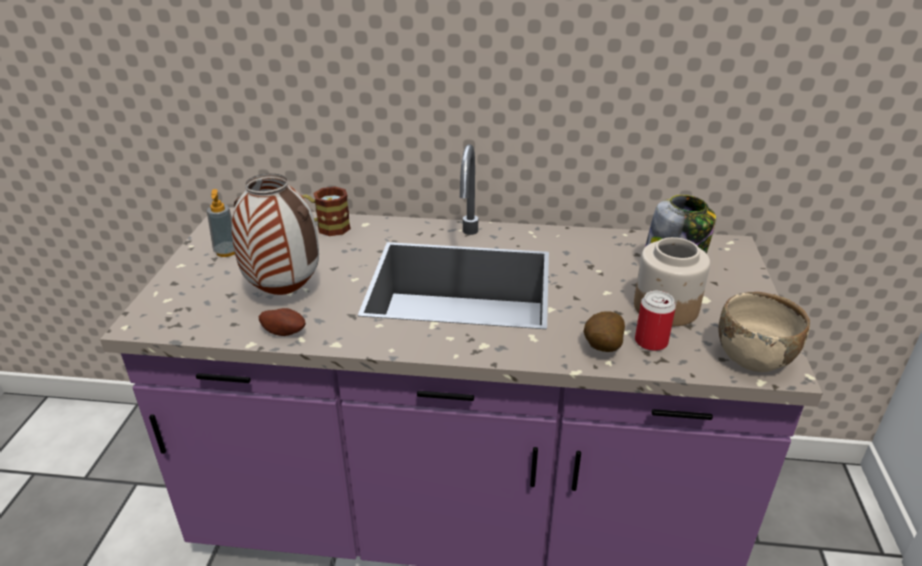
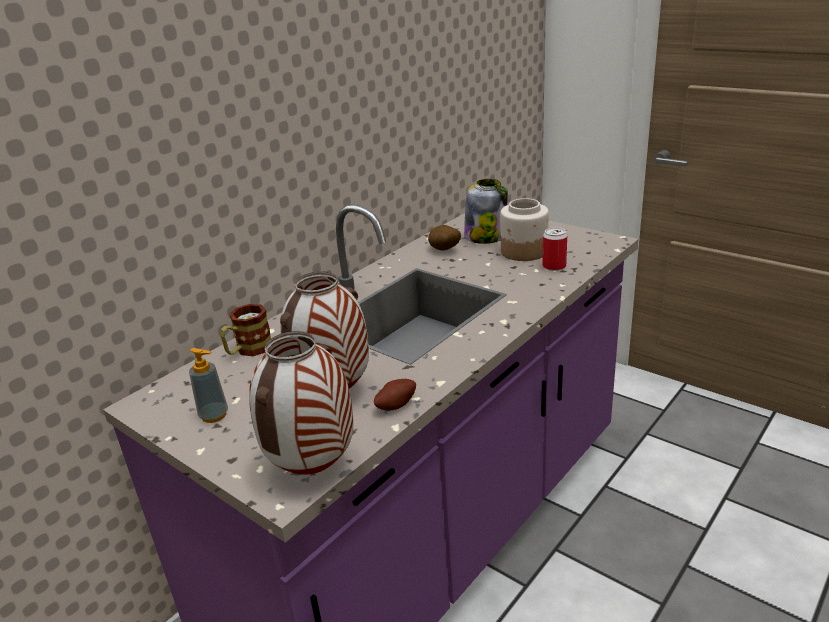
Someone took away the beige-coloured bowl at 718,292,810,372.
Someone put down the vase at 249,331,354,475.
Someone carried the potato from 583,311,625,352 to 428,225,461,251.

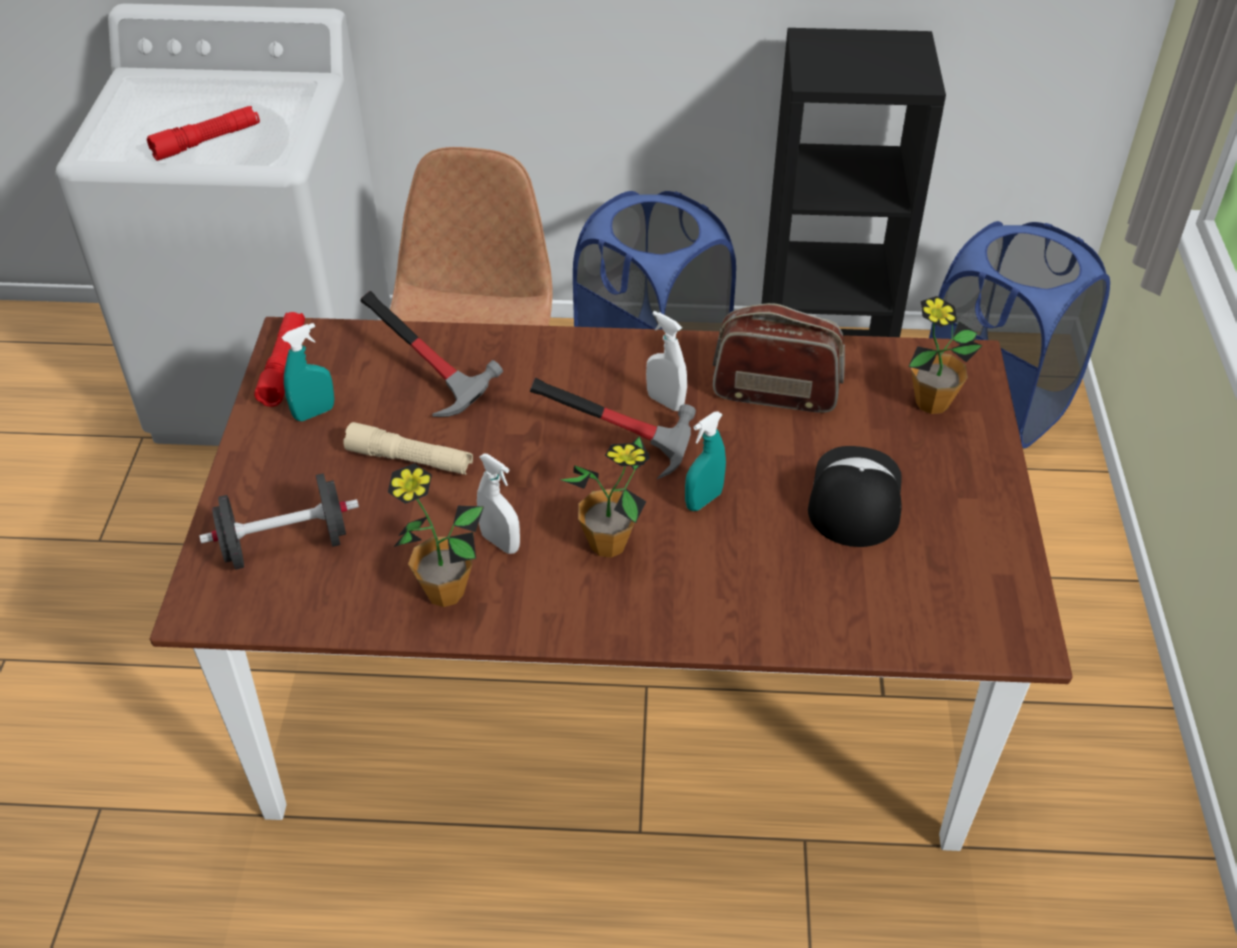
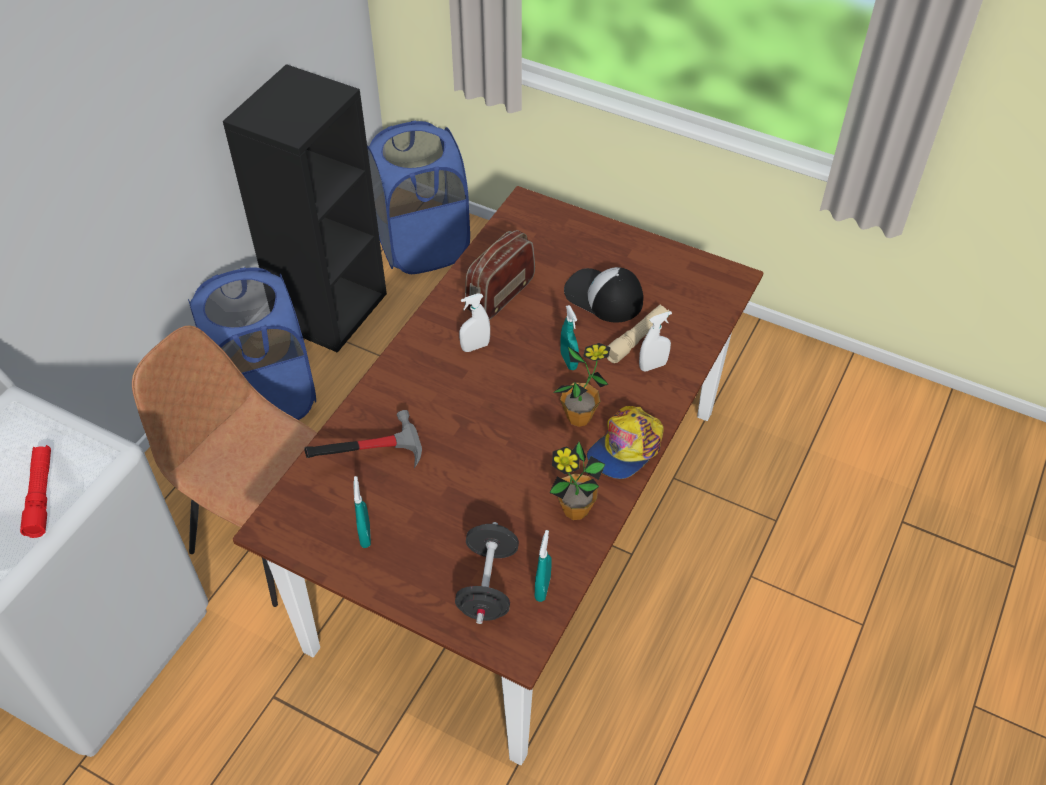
Someone took away the red-coloured torch at 254,312,305,407.
Someone took away the hand hammer at 530,378,696,479.
Someone took away the plant in a pot at 908,296,983,414.
Someone put down the blue-green sprayer at 535,530,552,602.
Someone put down the cap at 587,406,664,479.
Someone carried the beige-coloured torch from 344,422,473,475 to 607,304,670,363.
Someone carried the whitish sprayer from 477,454,520,554 to 639,311,672,372.

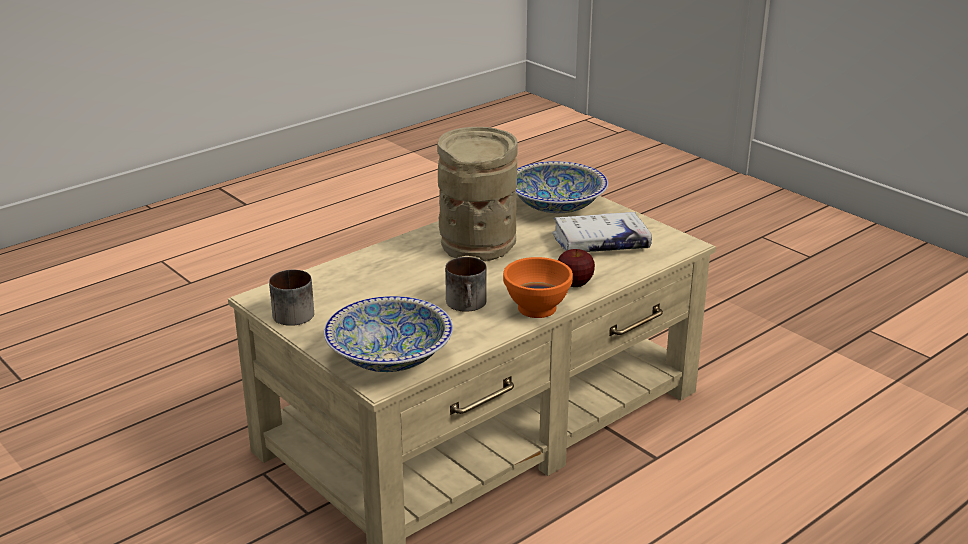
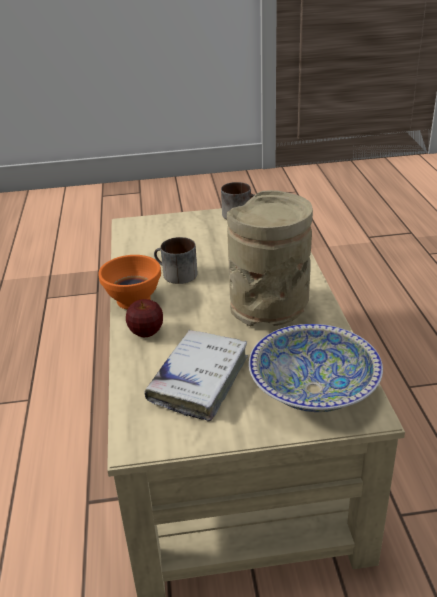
Someone took away the bowl at 324,296,453,372.

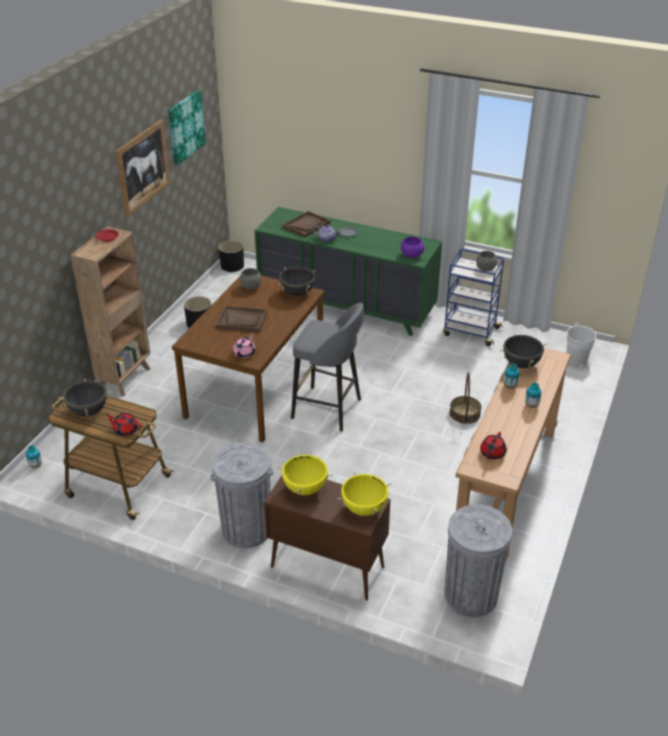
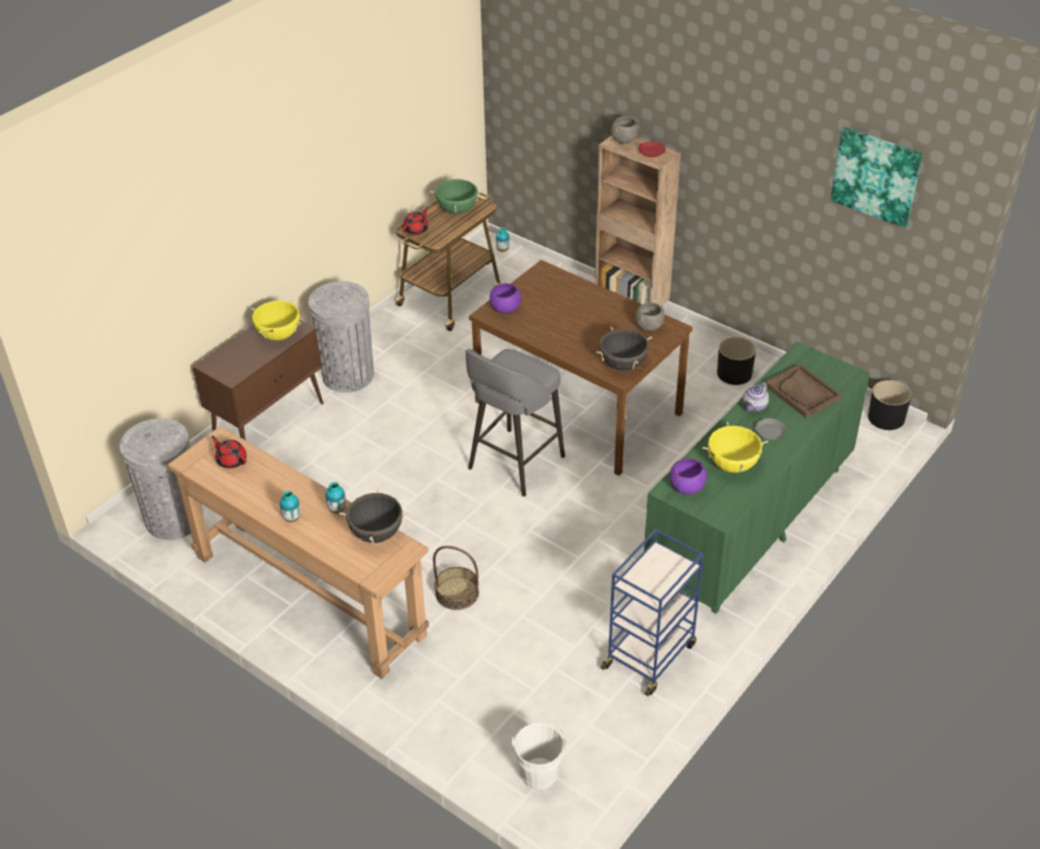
Someone took away the wall art at 115,119,171,217.
Someone took away the brown-coloured carrying tray at 216,306,267,332.
Someone carried the yellowish cooking pot from 337,472,392,516 to 702,422,768,473.
Someone carried the greyish bowl from 476,251,497,271 to 611,116,640,144.
Someone swapped the pinkish tea pot at 233,332,256,358 for the purple bowl at 490,283,522,314.
Someone repainted the blackish cooking pot at 58,378,112,416, which became the greenish cooking pot at 430,177,483,214.

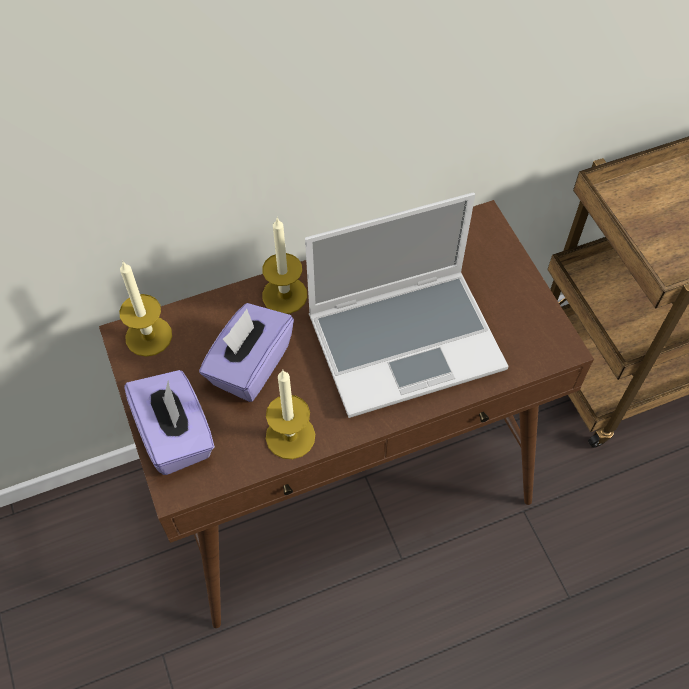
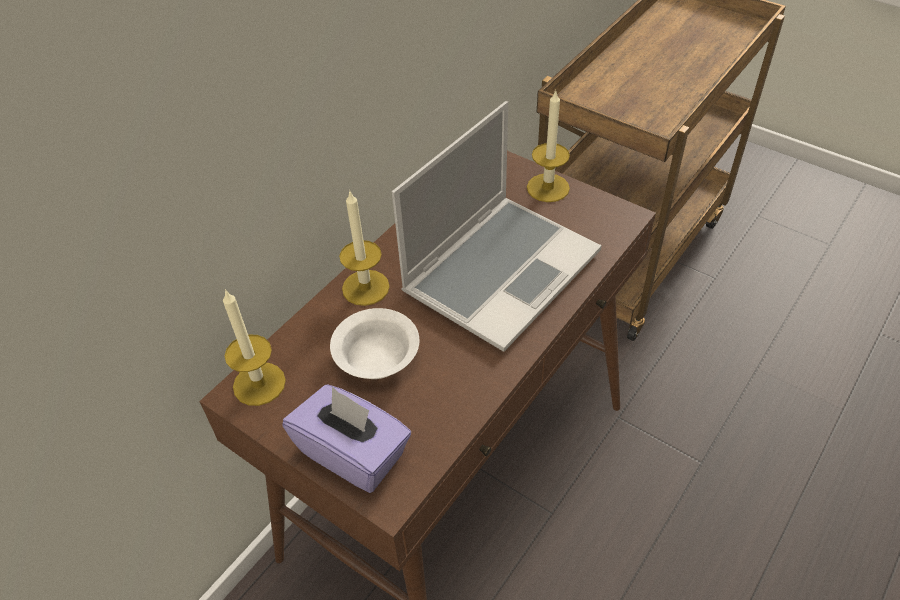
Someone carried the wax light from 266,370,315,459 to 527,90,570,202.
Someone swapped the purple box of tissues at 199,303,294,402 for the whitish bowl at 330,308,419,379.

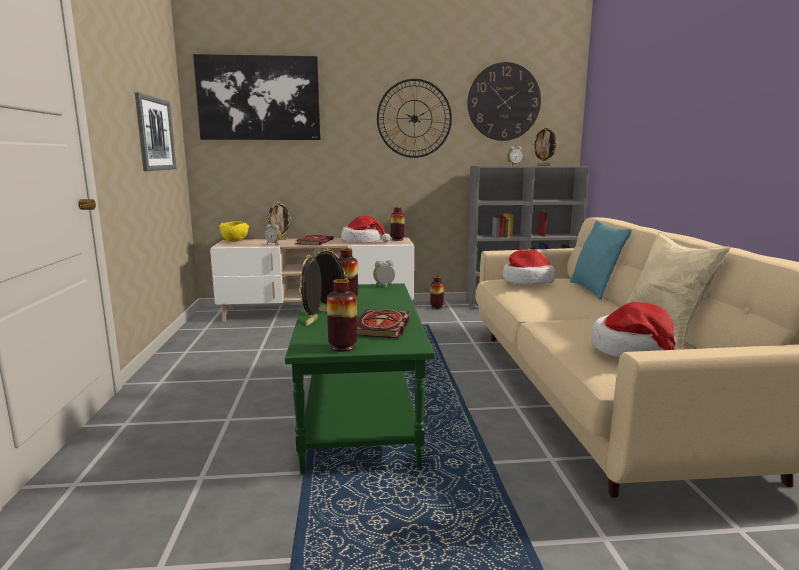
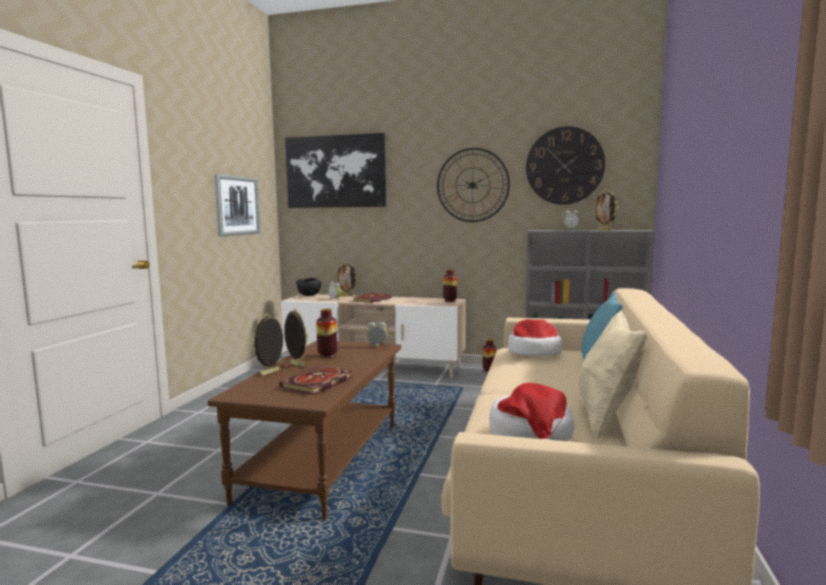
Someone took away the vase at 327,279,357,352.
Someone took away the clothing hat at 341,216,391,243.
Someone repainted the yellowish bowl at 219,221,249,242, which became the blackish bowl at 296,278,321,296.
Someone repainted the greenish coffee table at 285,283,435,474, which became the brown-coloured coffee table at 208,340,401,520.

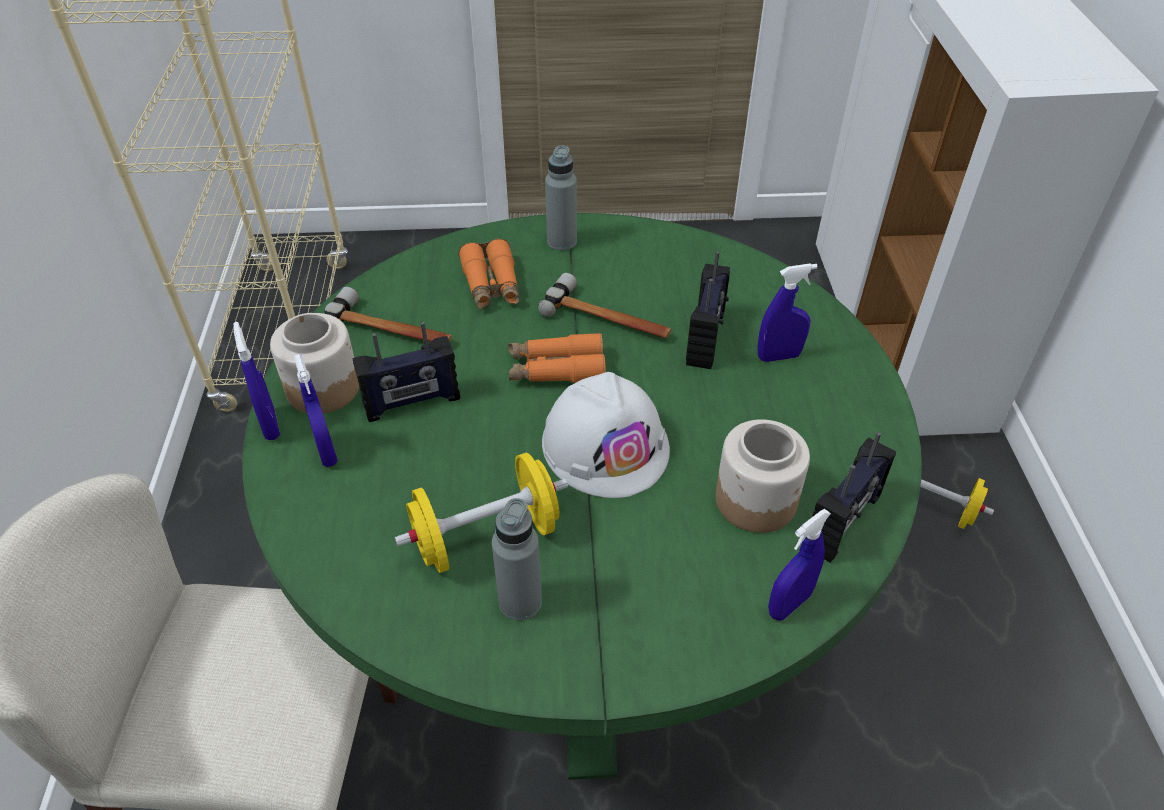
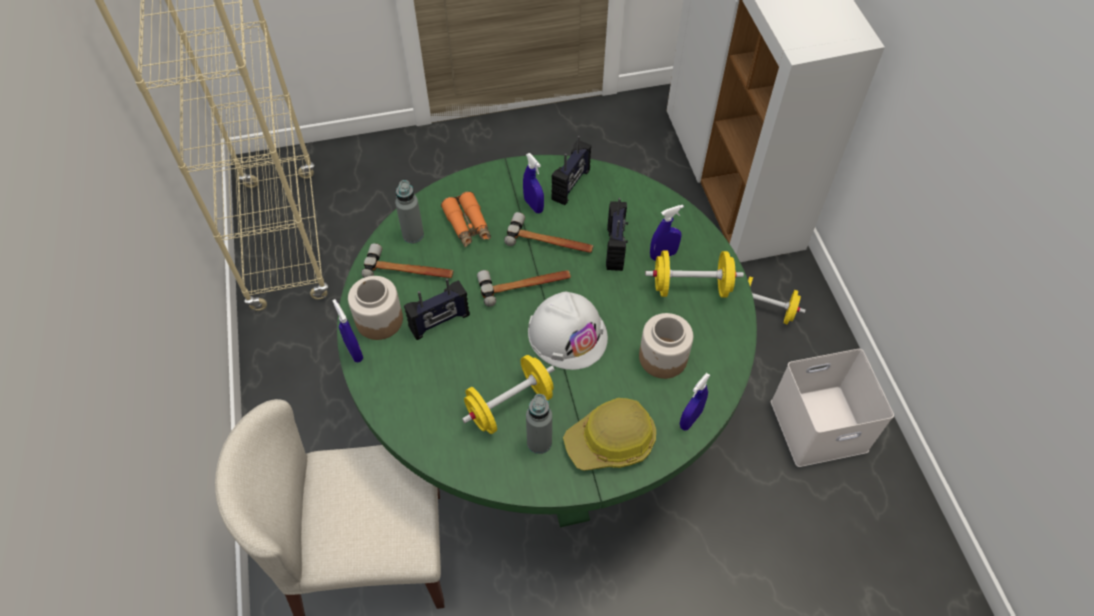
Someone put down the hard hat at 563,398,656,471.
Someone put down the yellowish dumbbell at 645,251,744,298.
Someone put down the whitish storage bin at 771,349,894,467.
Someone carried the bluish sprayer from 294,354,338,467 to 523,153,544,213.
Someone carried the greyish drink bottle from 545,145,577,250 to 395,180,424,243.
Someone carried the radio from 813,432,896,563 to 551,136,591,205.
Someone swapped the orange binoculars at 508,333,606,383 for the hand hammer at 477,270,571,307.

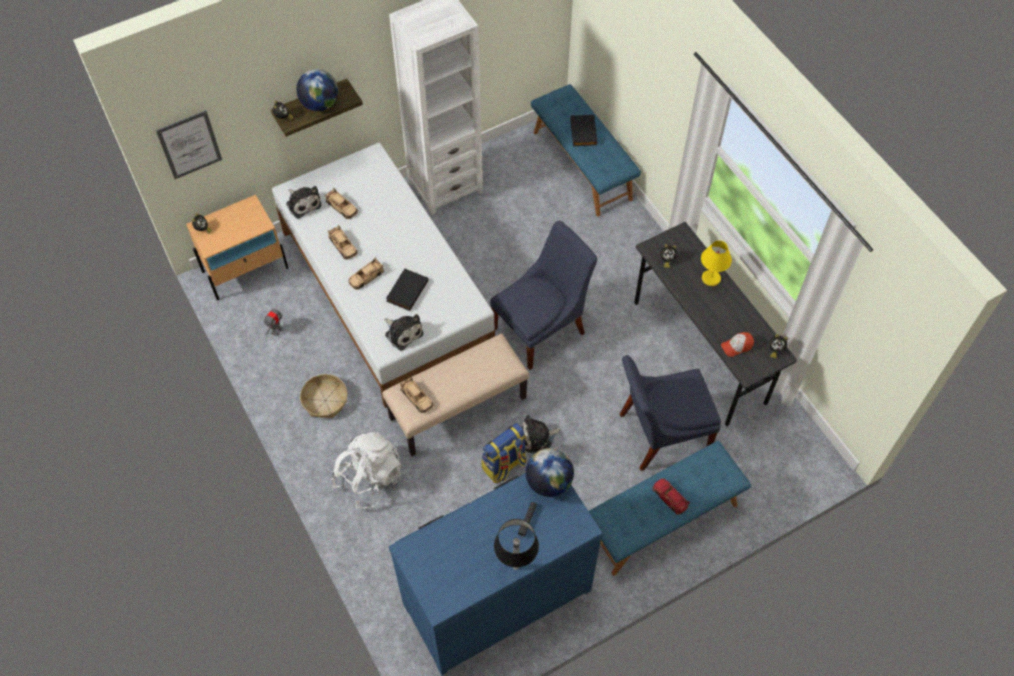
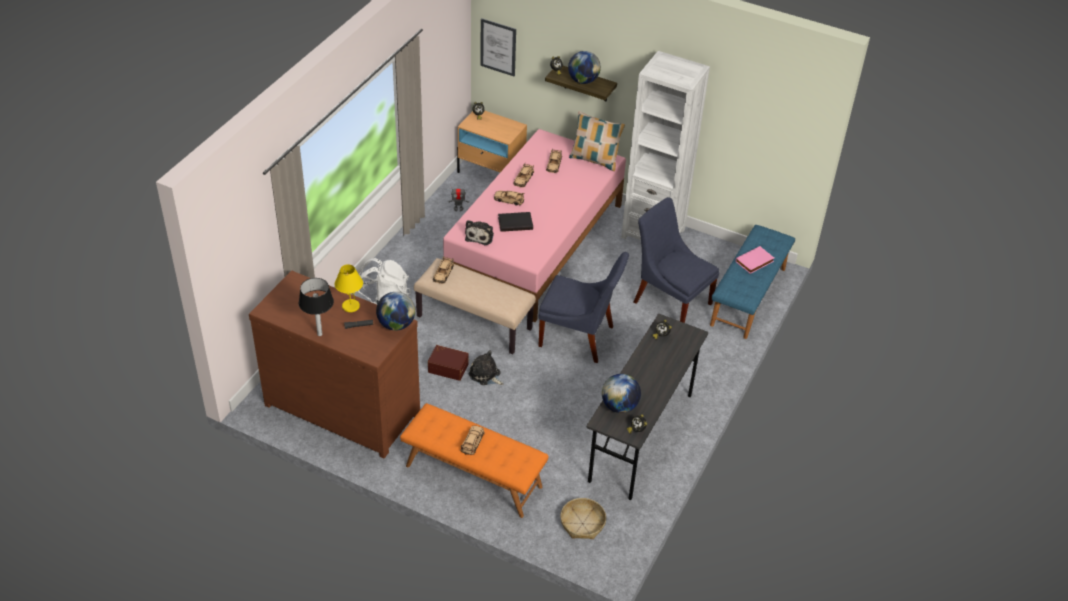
Someone took away the cuddly toy at 286,186,321,219.
Someone put down the throw pillow at 569,111,625,171.
Someone carried the basket from 300,374,347,418 to 560,498,606,539.
Someone carried the bluish chair from 620,355,721,471 to 633,197,719,323.
Someone carried the yellowish tabletop lamp from 701,241,732,286 to 335,264,363,312.
Someone swapped the knapsack at 481,423,527,483 for the brown-coloured storage bin at 428,345,468,381.
Someone swapped the cap at 721,332,754,357 for the desk globe at 602,374,641,413.
Someone repainted the whitish bed at 272,143,495,408, which became the pinkish bed at 443,129,626,322.
Someone repainted the bluish chest of drawers at 389,473,603,676, which became the brown-coloured chest of drawers at 249,270,420,459.
Someone repainted the blackish bound book at 570,115,597,146, which became the pinkish bound book at 735,246,774,274.
Someone repainted the bluish bench at 589,441,751,576, which became the orange bench at 400,403,548,518.
Someone repainted the red-coloured model car at 653,478,690,515, which became the beige-coloured model car at 460,426,485,455.

